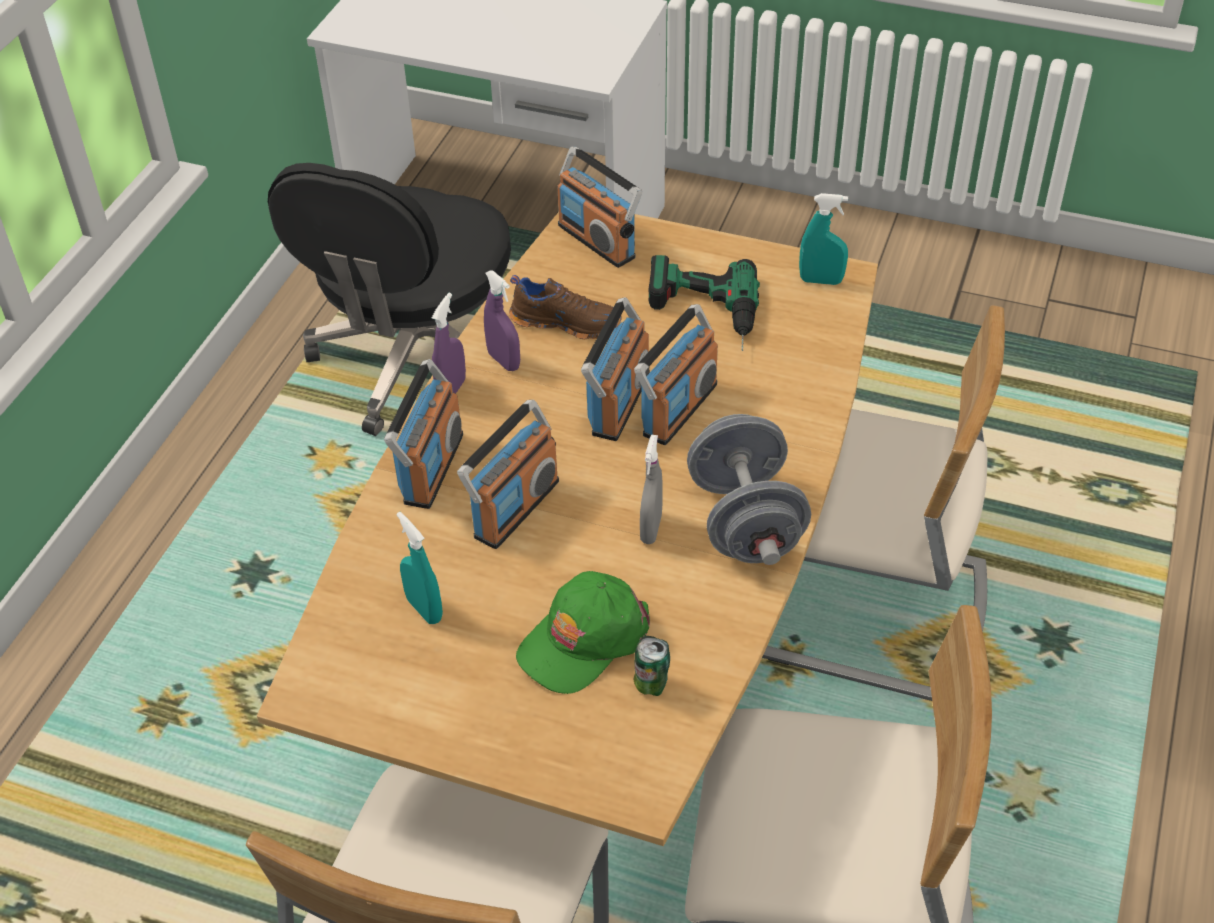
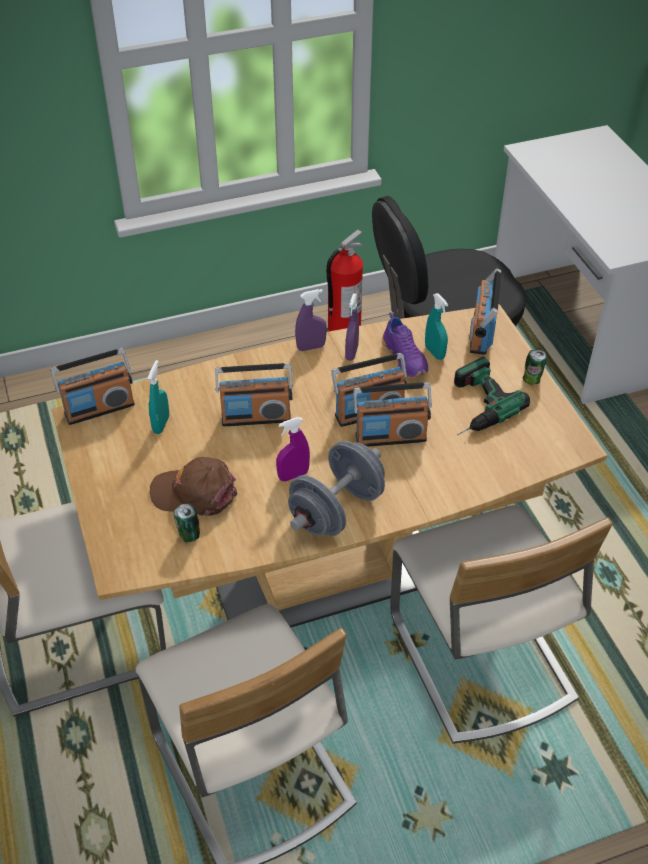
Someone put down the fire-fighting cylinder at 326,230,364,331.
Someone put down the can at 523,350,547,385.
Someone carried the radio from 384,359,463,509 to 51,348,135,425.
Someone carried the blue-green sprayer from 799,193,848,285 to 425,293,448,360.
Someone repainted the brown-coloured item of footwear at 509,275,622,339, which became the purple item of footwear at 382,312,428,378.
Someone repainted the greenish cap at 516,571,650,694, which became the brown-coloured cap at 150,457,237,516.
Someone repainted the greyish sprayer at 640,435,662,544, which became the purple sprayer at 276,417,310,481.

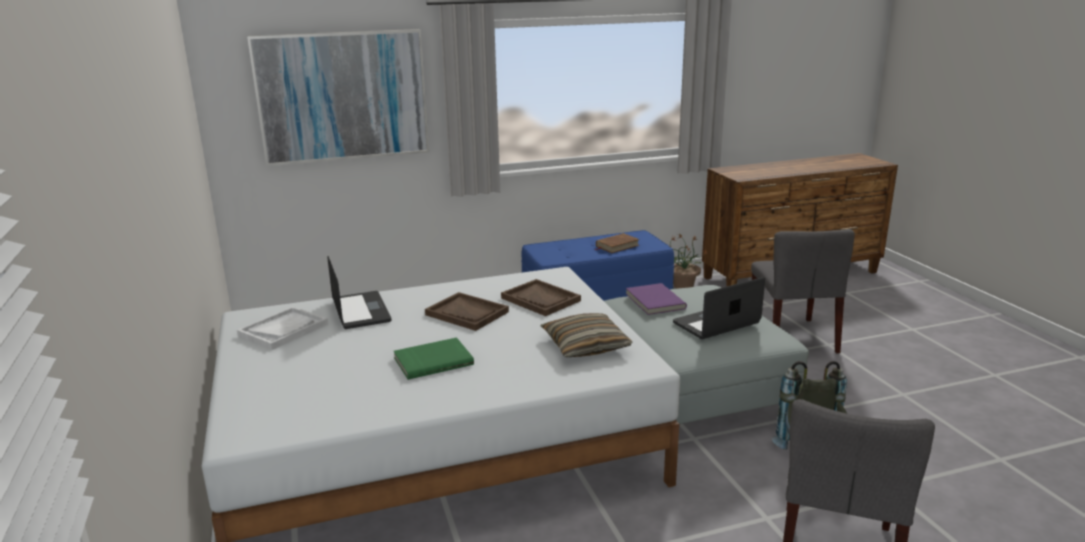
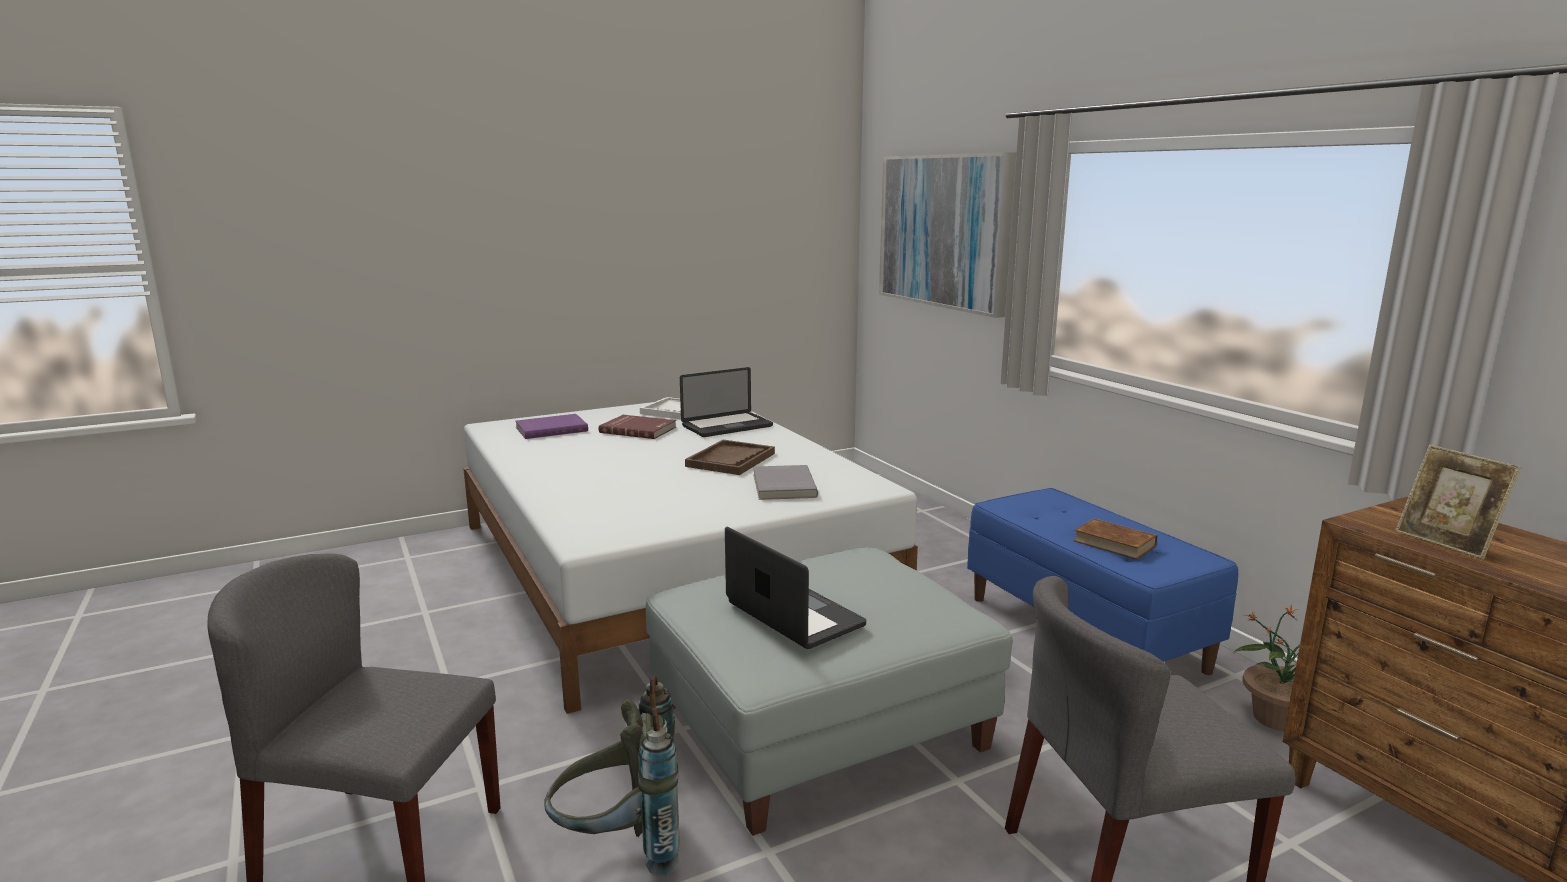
Someone took away the greenish bound book at 393,337,474,380.
Someone took away the throw pillow at 541,313,633,357.
Someone put down the red-coloured bound book at 599,415,676,439.
Someone put down the standing frame at 1395,444,1522,560.
Someone carried the purple bound book from 626,283,687,315 to 516,414,588,439.
Someone swapped the brown-coloured carrying tray at 501,279,581,316 for the greyish bound book at 753,465,818,500.

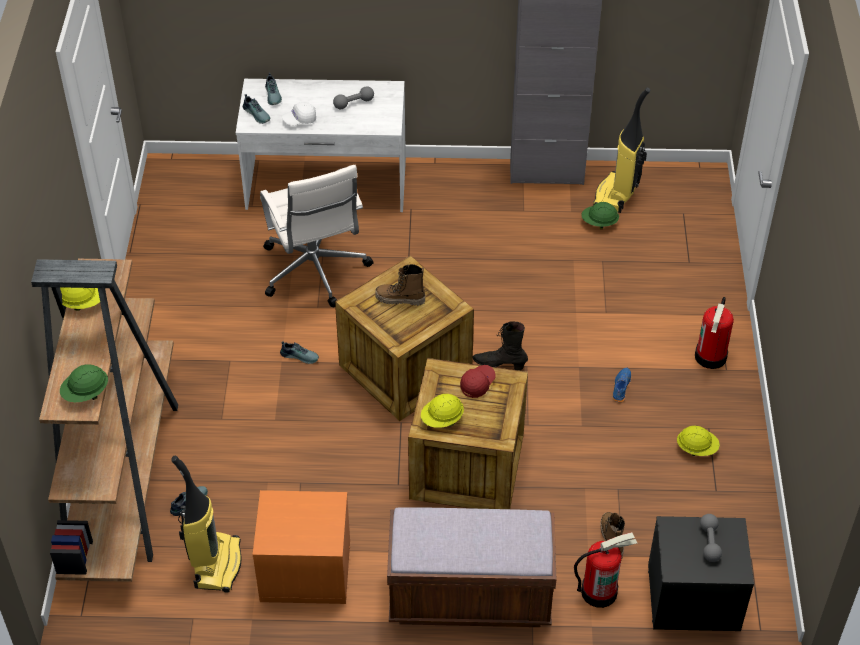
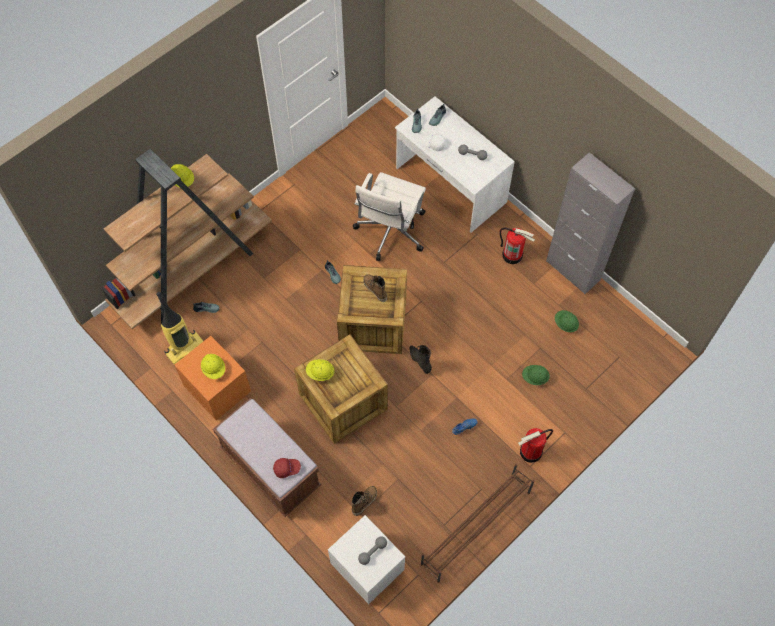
Someone took away the vacuum at 593,88,650,213.
Someone put down the brown-coloured shoe stand at 421,464,535,583.
Someone carried the greenish hard hat from 60,364,108,402 to 522,365,550,385.
Someone carried the red-coloured cap from 460,365,496,398 to 273,458,301,478.
Someone carried the fire-fighting cylinder from 574,532,637,608 to 499,228,535,264.
Someone carried the yellowish hard hat from 677,426,720,456 to 201,354,225,379.
Someone repainted the blackish night table at 648,516,754,631, which became the whitish night table at 328,515,405,604.

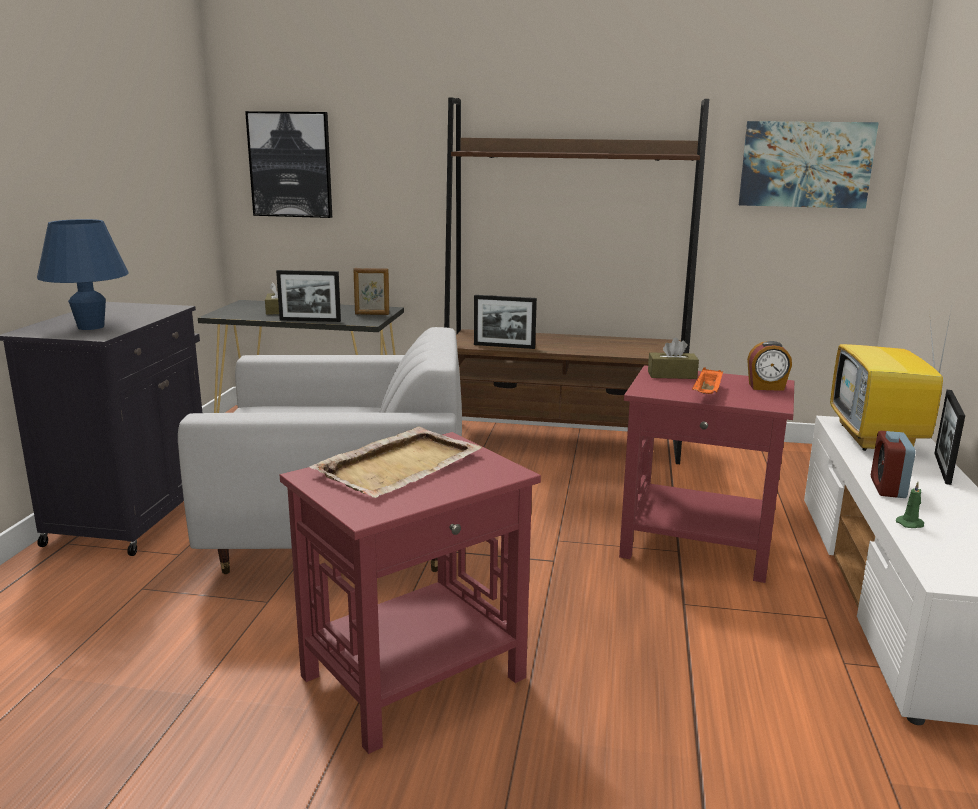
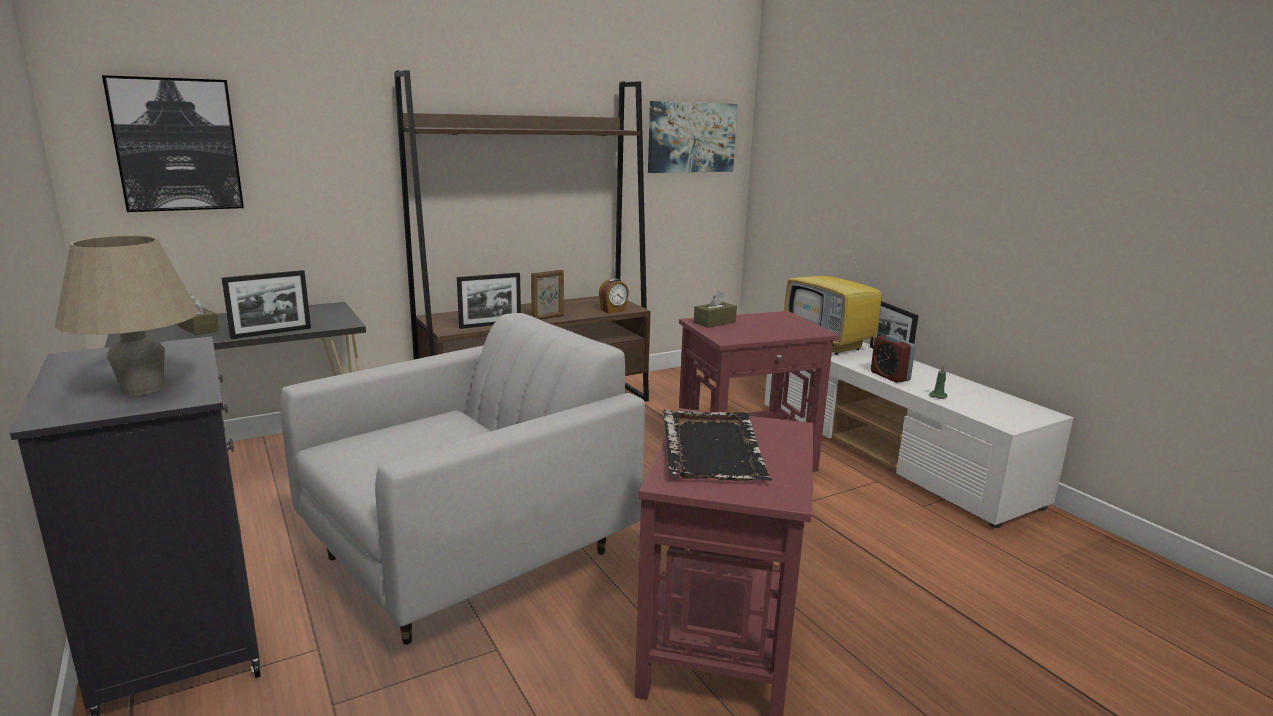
Someone took away the orange carrying tray at 692,367,723,394.
Someone carried the standing frame from 353,268,389,315 to 531,270,564,320.
Someone carried the table clock from 747,341,792,391 to 599,278,629,314.
Someone repainted the bluish tabletop lamp at 37,219,129,330, which became the beige-coloured tabletop lamp at 55,235,199,396.
Someone repainted the beige-coloured carrying tray at 309,427,483,498, which became the blackish carrying tray at 663,410,773,481.

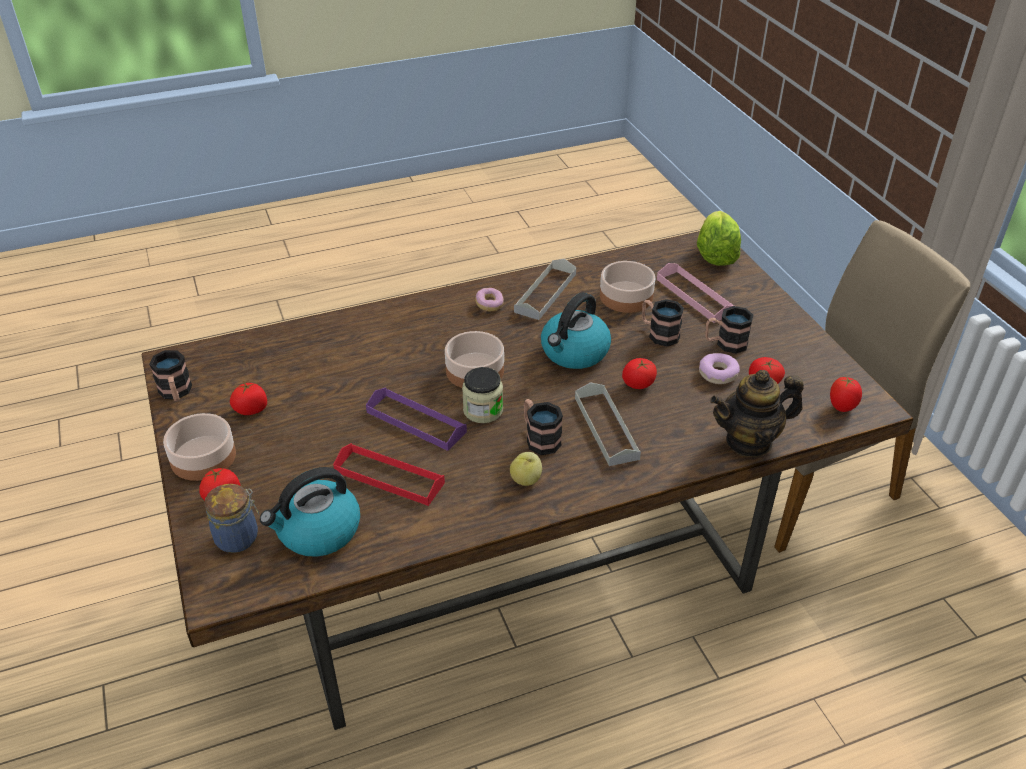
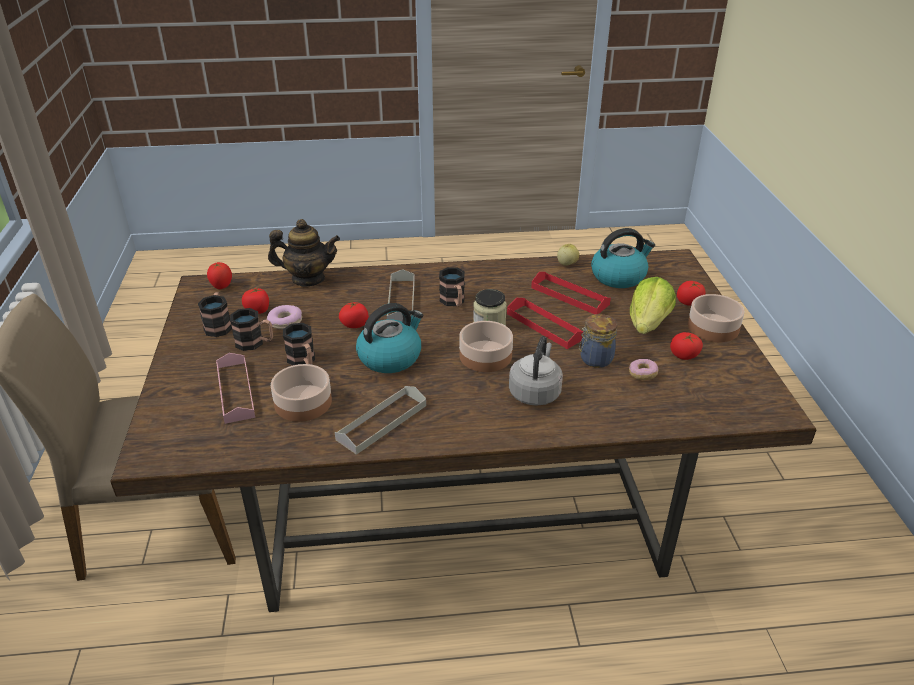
Someone put down the greyish water kettle at 509,336,563,406.
Someone carried the coffee mug from 149,350,192,402 to 198,292,232,337.
Someone carried the preserve jar from 205,484,259,553 to 579,314,617,368.
Someone carried the doughnut from 475,288,504,311 to 629,359,658,380.
Someone carried the apple fruit from 510,452,542,486 to 557,244,579,266.
Someone carried the head of lettuce from 697,211,741,266 to 630,277,676,334.
Someone repainted the purple carrying tray at 366,387,467,451, which became the red-coloured carrying tray at 507,298,584,349.

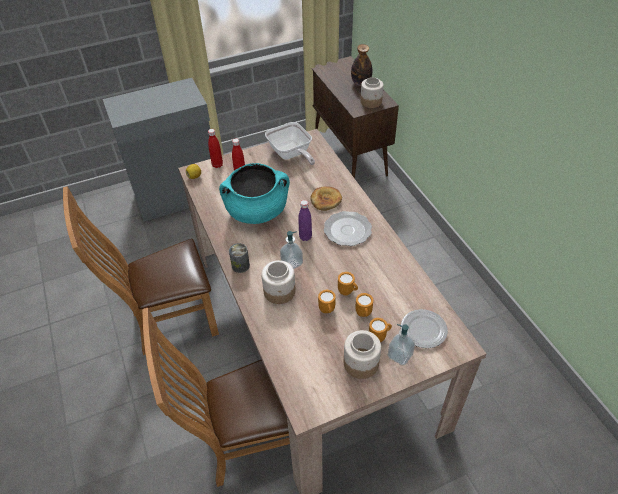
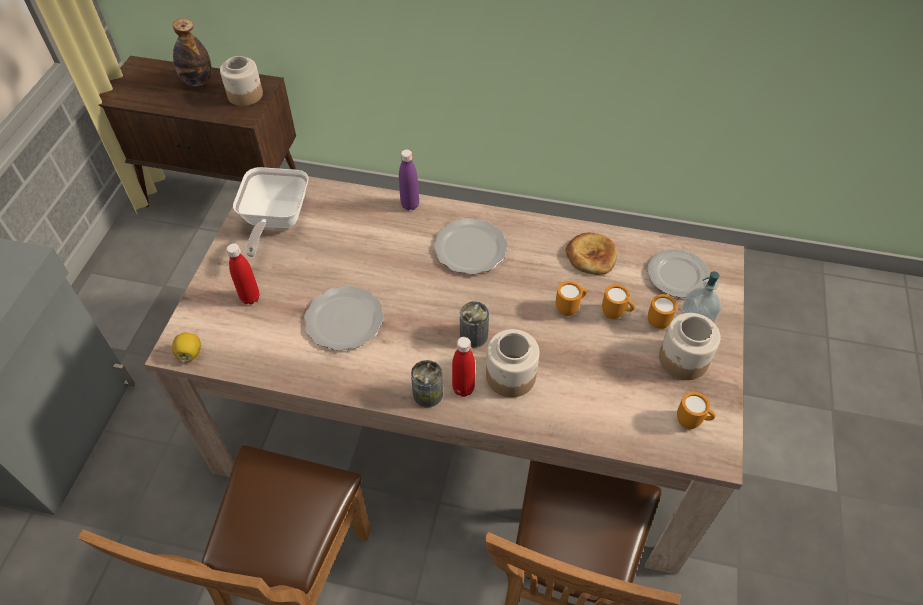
Someone carried the red-coloured drink bottle from 208,129,223,168 to 452,337,475,397.
Someone carried the purple drink bottle from 298,200,312,241 to 399,149,419,210.
Someone carried the bakery bread from 310,186,342,211 to 565,233,617,275.
Someone carried the orange coffee mug from 318,290,336,313 to 677,392,715,429.
Someone swapped the blue-green cooking pot at 219,163,290,224 for the flat dish at 304,286,384,351.
Someone swapped the liquid soap bottle at 280,231,303,269 for the can at 460,301,489,347.
Someone rotated the pan at 265,122,315,165 by 90 degrees clockwise.

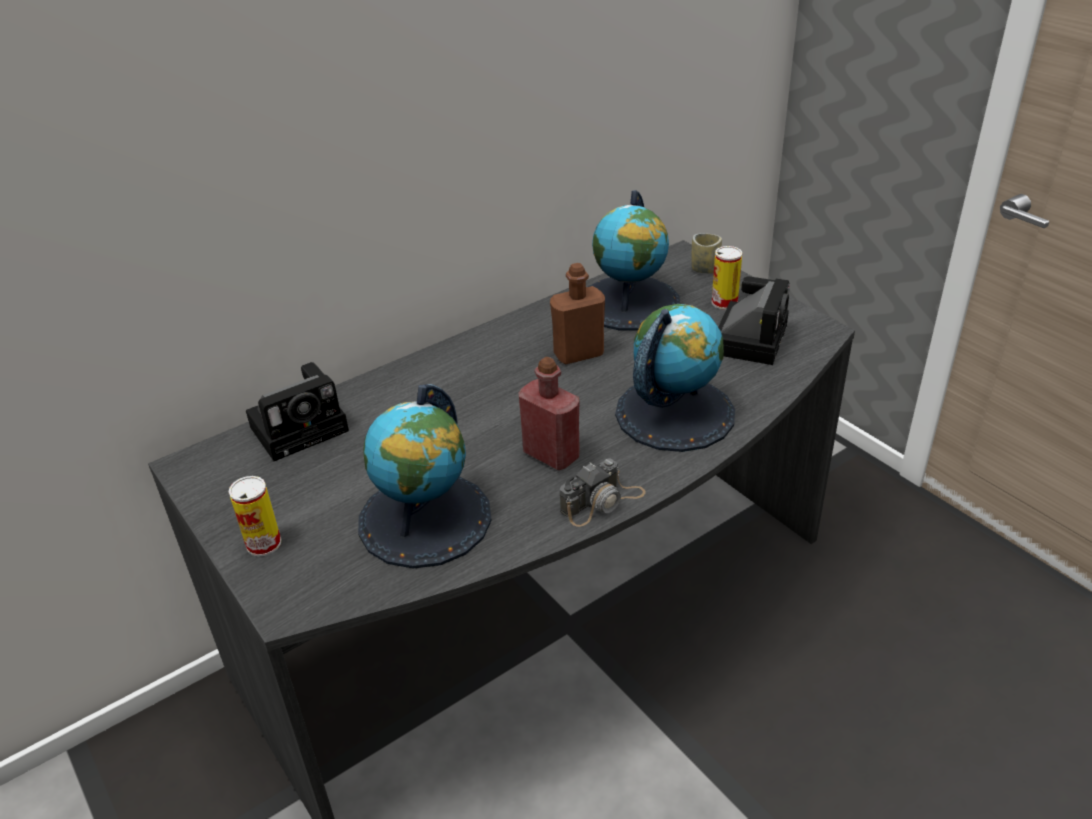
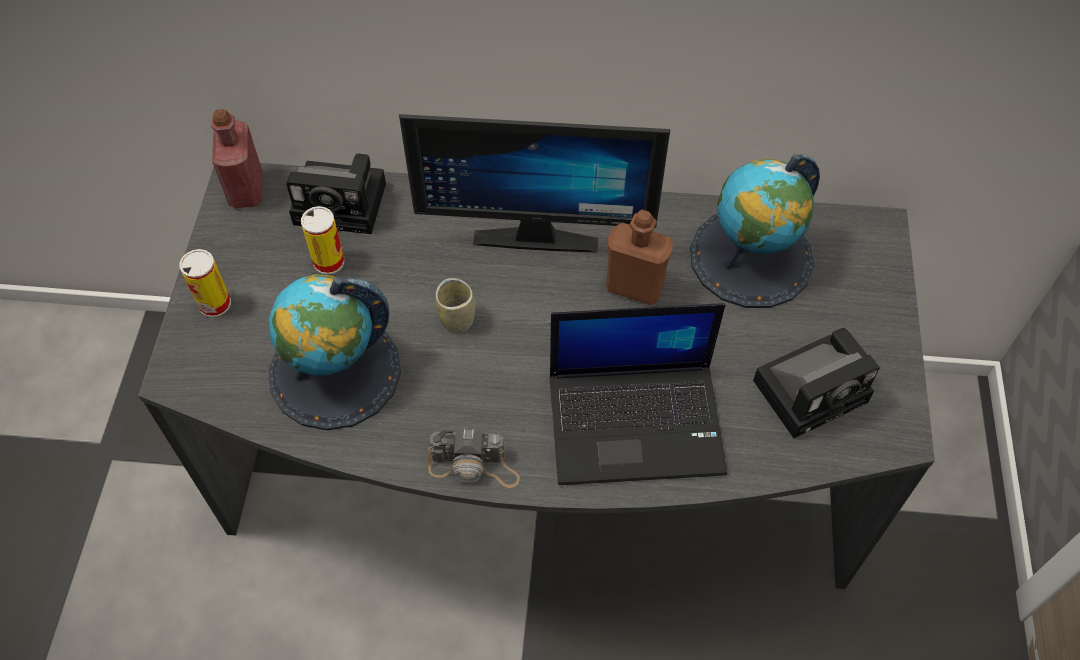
Someone put down the computer display at 399,114,670,253.
Someone carried the red-coloured drink bottle from 519,357,580,470 to 211,109,262,208.
Someone carried the small cup from 691,233,722,274 to 435,278,475,333.
Someone carried the can from 712,246,743,310 to 301,206,345,275.
Someone swapped the desk globe at 615,304,735,452 for the laptop at 549,303,727,485.

